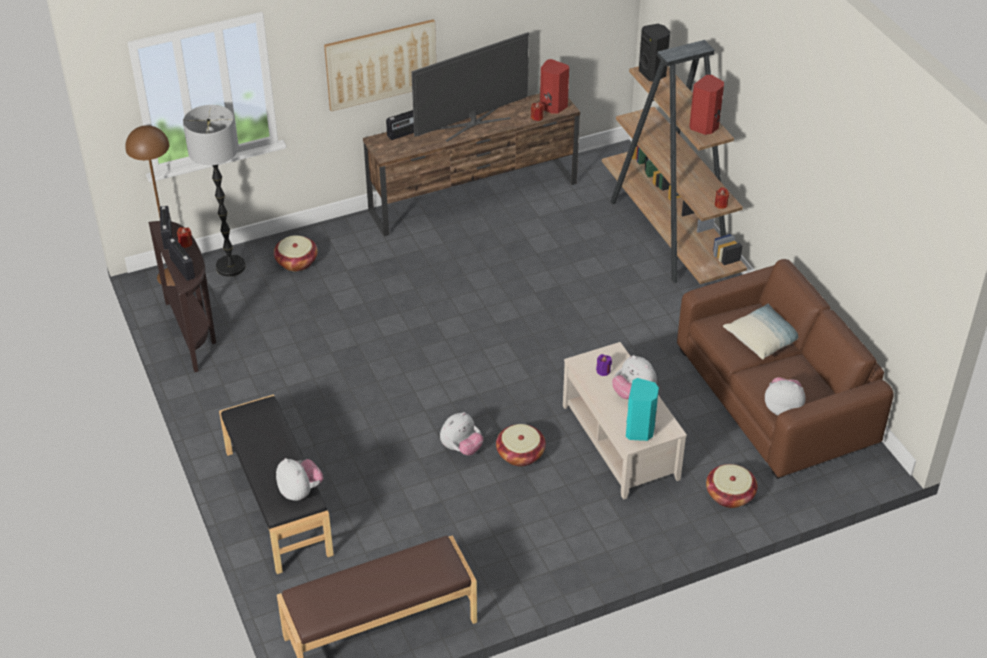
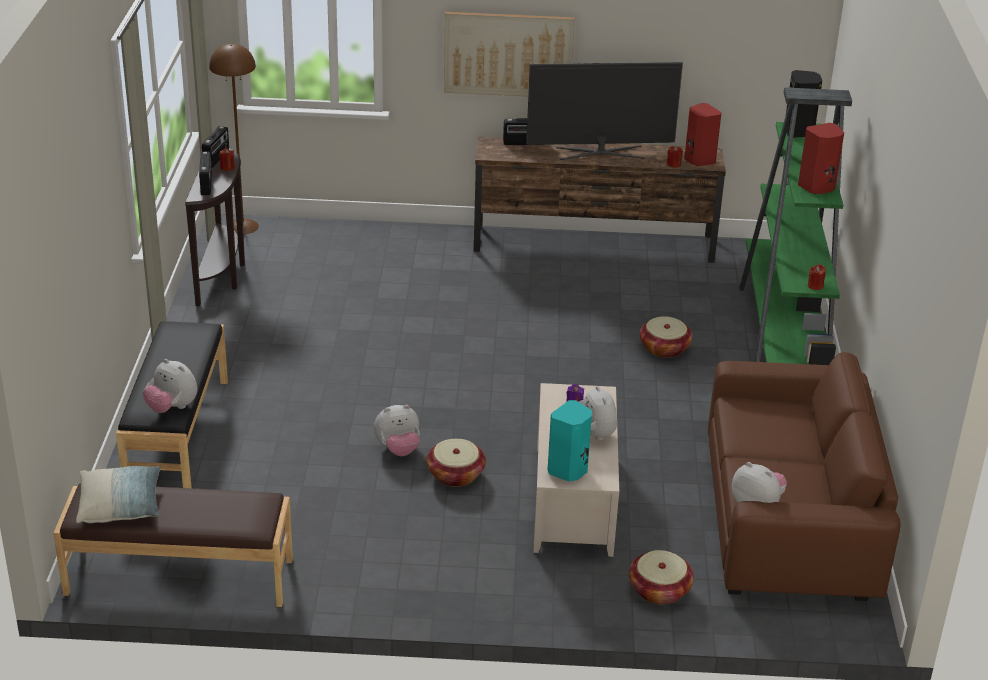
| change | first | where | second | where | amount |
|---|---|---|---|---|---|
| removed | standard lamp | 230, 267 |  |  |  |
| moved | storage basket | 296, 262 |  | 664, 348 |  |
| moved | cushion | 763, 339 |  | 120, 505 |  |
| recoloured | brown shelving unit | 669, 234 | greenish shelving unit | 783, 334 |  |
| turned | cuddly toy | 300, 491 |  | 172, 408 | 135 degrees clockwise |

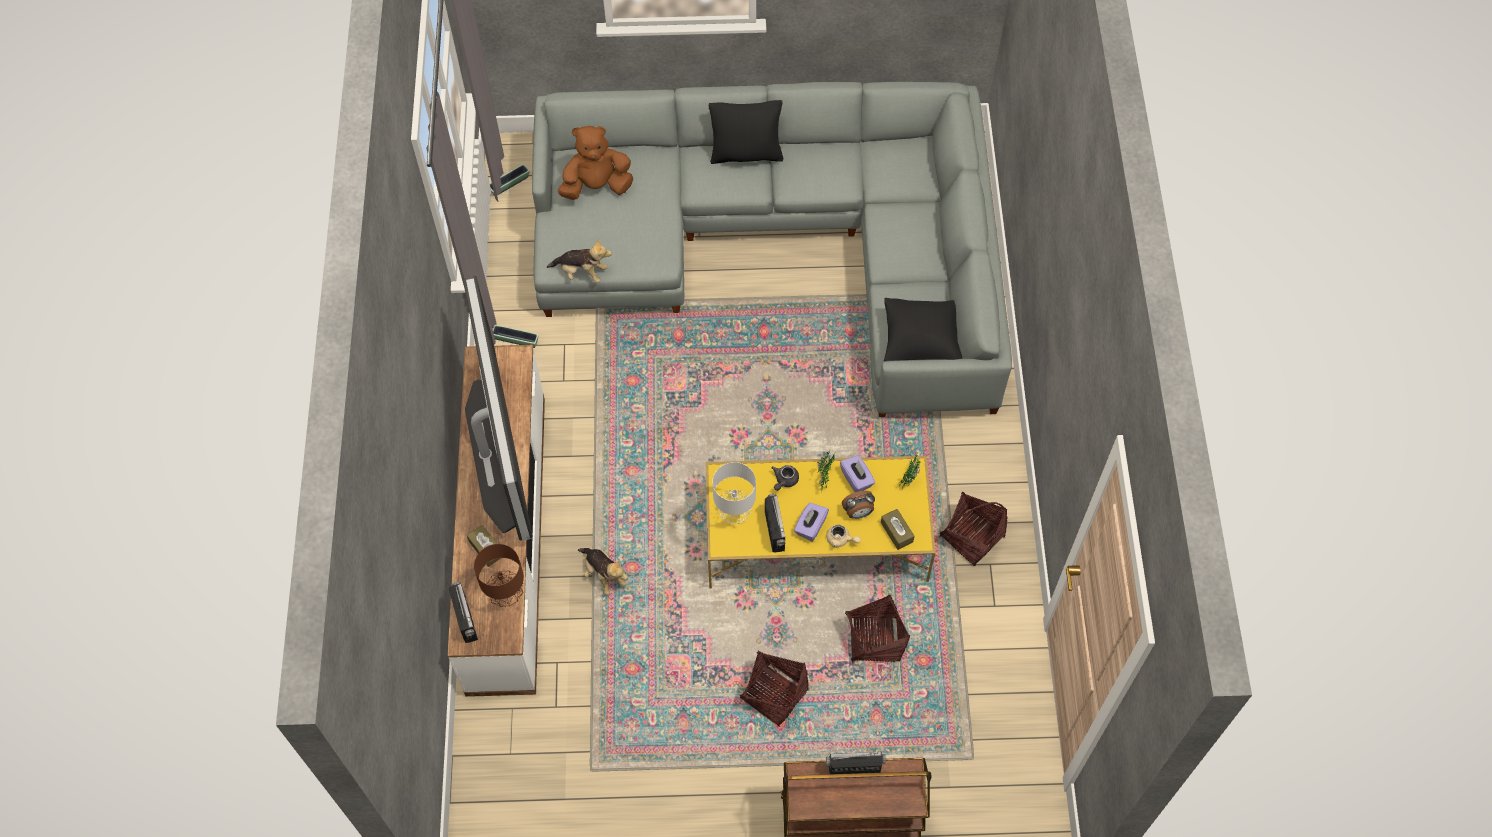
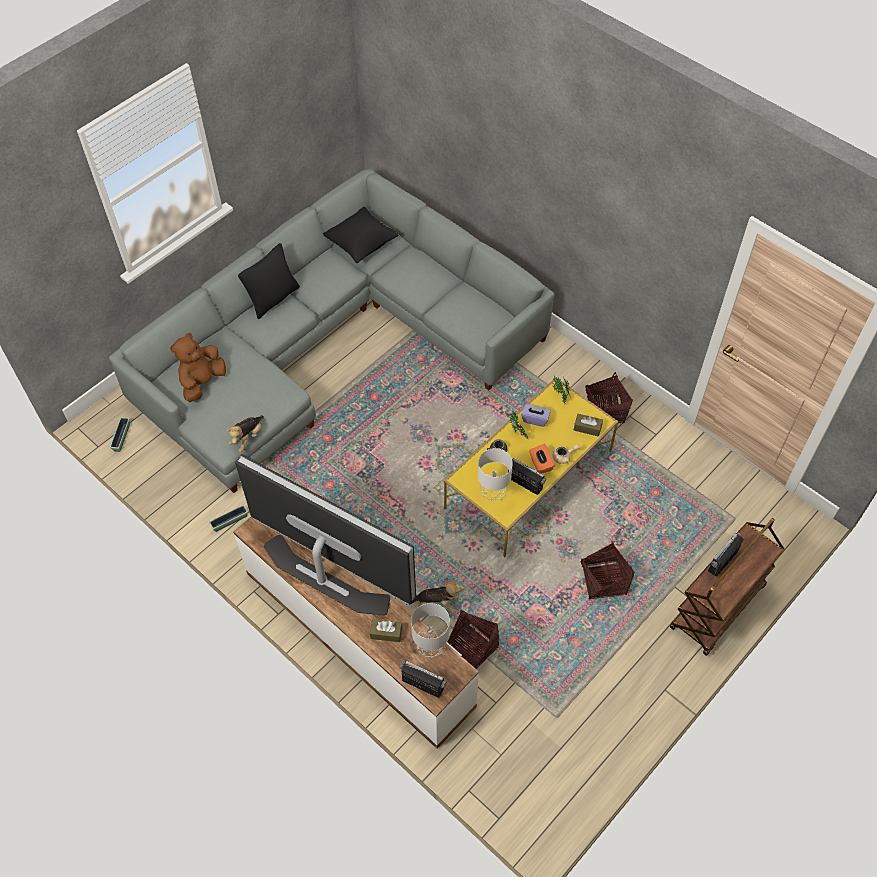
| change | first | where | second | where | amount |
|---|---|---|---|---|---|
| removed | table clock | 858, 512 |  |  |  |
| moved | storage basket | 875, 639 |  | 471, 647 |  |
| moved | black-coloured cushion | 921, 342 |  | 361, 245 |  |
| recoloured | brown table lamp | 506, 595 | grey table lamp | 430, 648 |  |
| recoloured | purple tissue holder | 810, 526 | orange tissue holder | 540, 464 |  |
| turned | cuddly toy | 581, 272 |  | 247, 438 | 150 degrees clockwise |

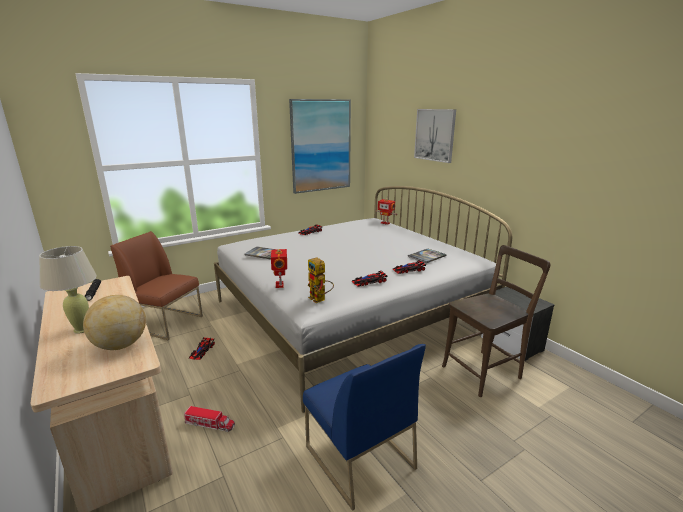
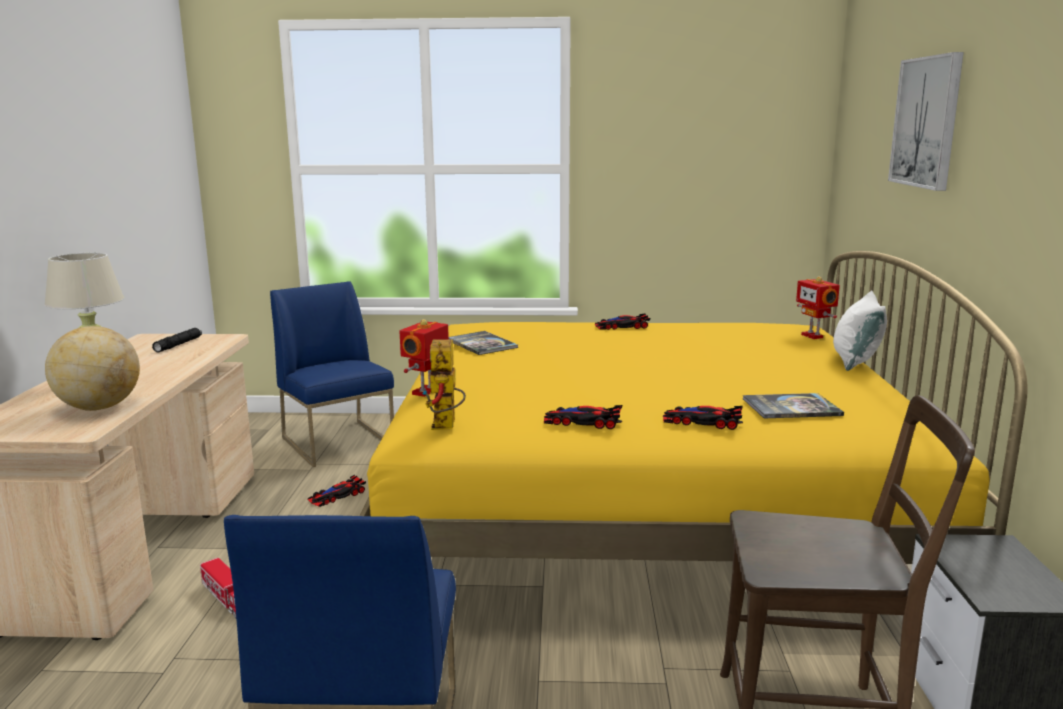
| change | first | where | second | where | amount |
|---|---|---|---|---|---|
| removed | picture | 321, 146 |  |  |  |
| added |  |  | whitish cushion | 855, 361 |  |
| recoloured | brown upright chair | 167, 322 | blue upright chair | 339, 442 |  |
| recoloured | whitish sleeping bed | 350, 313 | yellow-coloured sleeping bed | 645, 514 |  |

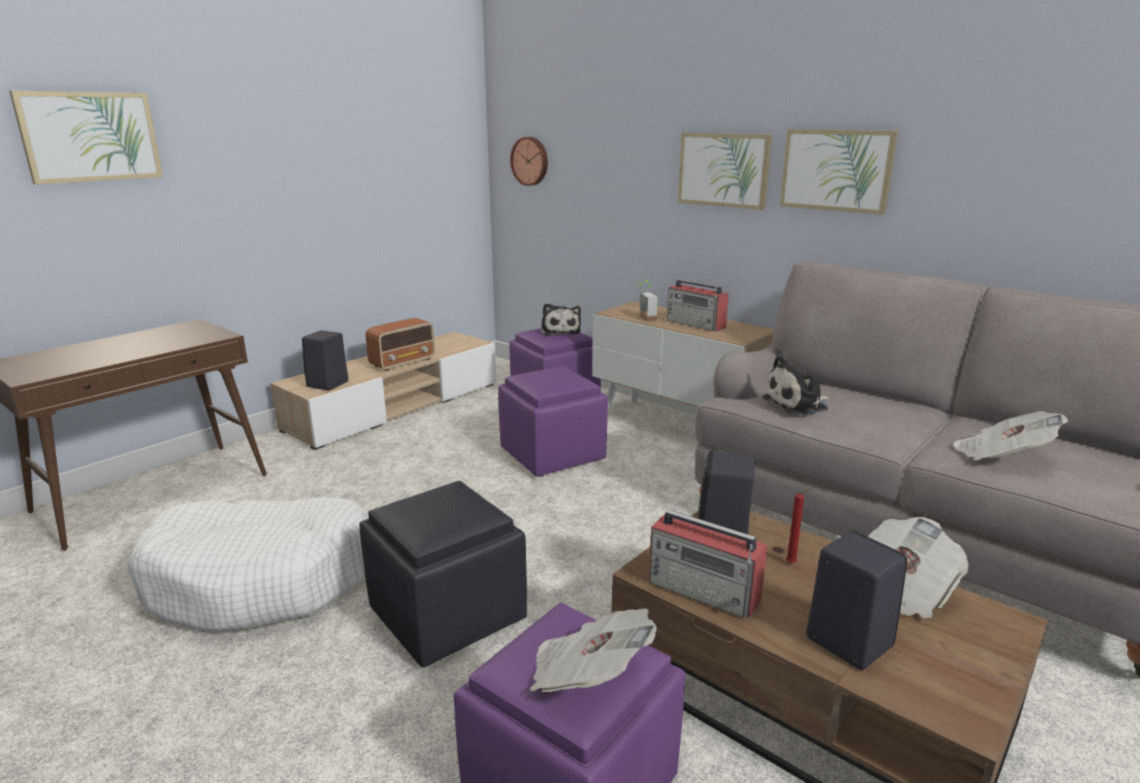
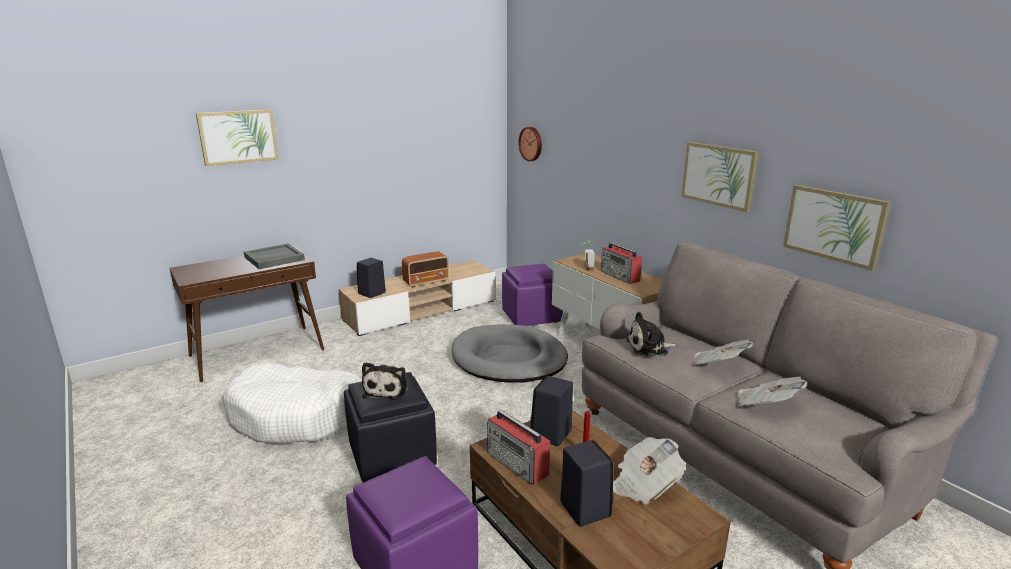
| change | first | where | second | where | amount |
|---|---|---|---|---|---|
| added |  |  | grey tray | 274, 259 |  |
| moved | newspaper | 588, 676 |  | 718, 365 |  |
| moved | cuddly toy | 560, 331 |  | 387, 390 |  |
| moved | picture | 723, 170 |  | 834, 225 |  |
| replaced | purple pouffe | 553, 455 | grey pet bed | 509, 358 |  |

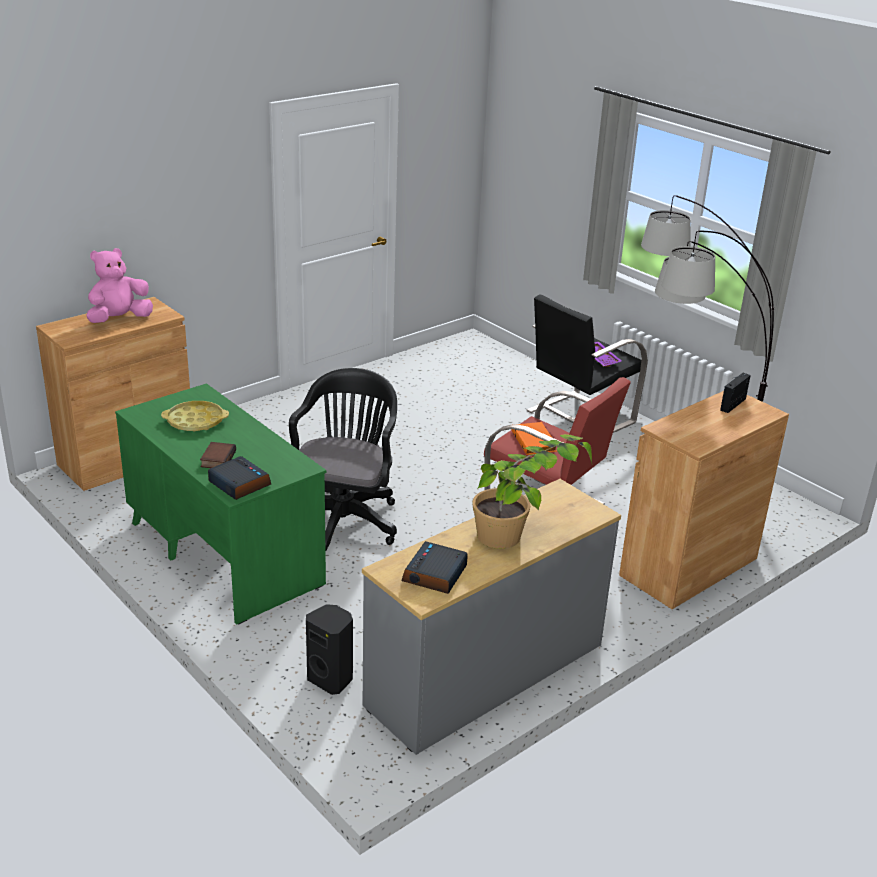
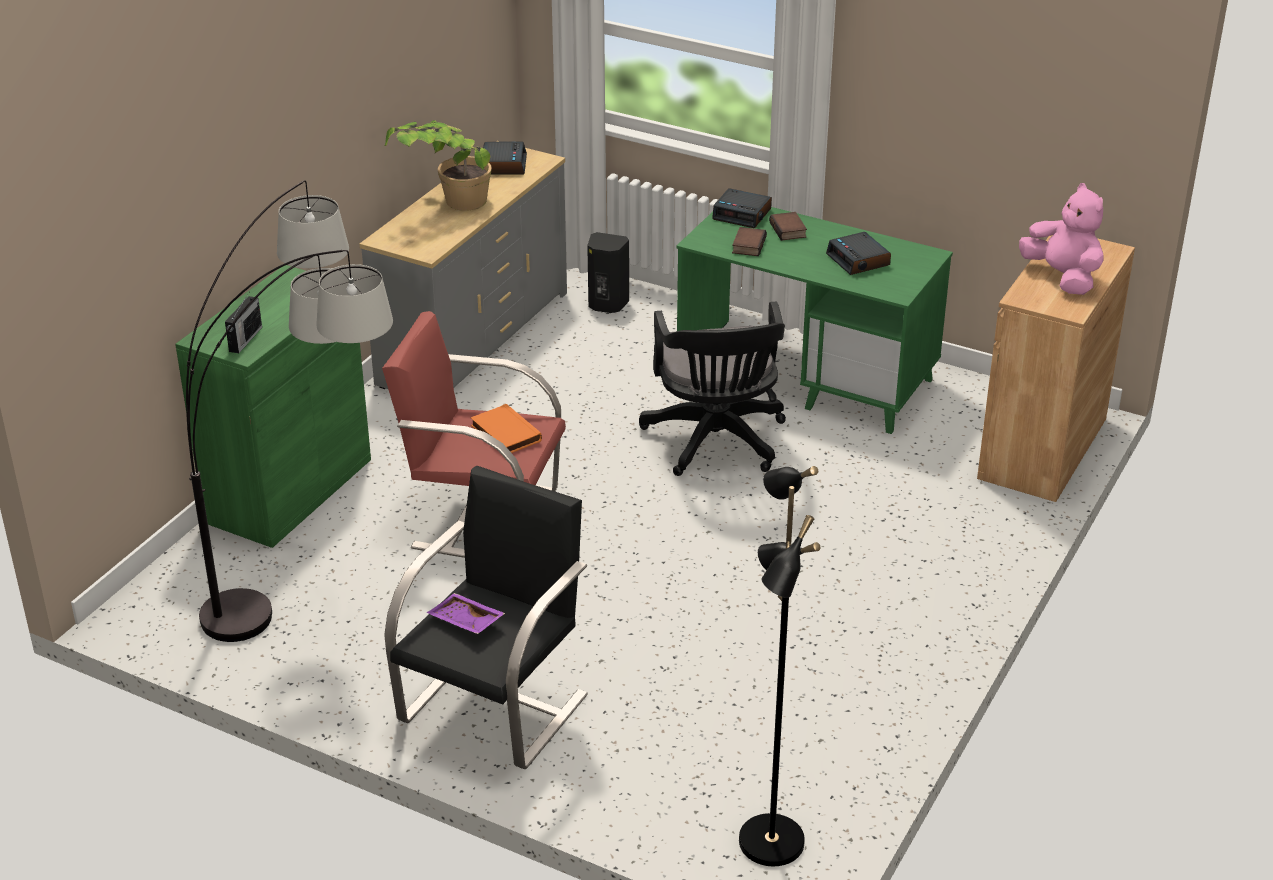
| change | first | where | second | where | amount |
|---|---|---|---|---|---|
| added |  |  | bound book | 747, 245 |  |
| added |  |  | black-coloured standard lamp | 769, 841 |  |
| replaced | yellow-coloured tray | 195, 421 | table clock | 859, 260 |  |
| recoloured | brown storage cabinet | 689, 567 | greenish storage cabinet | 289, 490 |  |
| turned | pinkish cuddly toy | 119, 319 |  | 1062, 278 | 60 degrees counterclockwise |

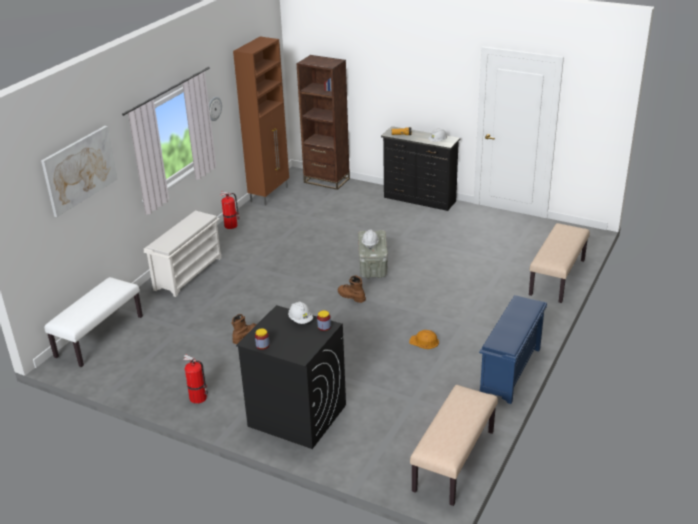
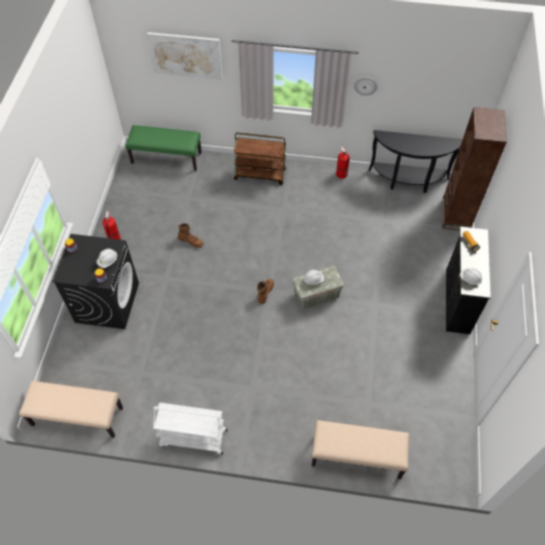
| change | first | where | second | where | amount |
|---|---|---|---|---|---|
| removed | orange work helmet | 424, 341 |  |  |  |
| replaced | whitish shoe rack | 188, 273 | brown trolley | 260, 174 |  |
| replaced | brown storage cabinet | 270, 194 | black-coloured hall table | 408, 181 |  |
| replaced | blue shoe rack | 511, 372 | whitish trolley | 193, 438 |  |
| recoloured | whitish bench | 99, 336 | greenish bench | 166, 158 |  |

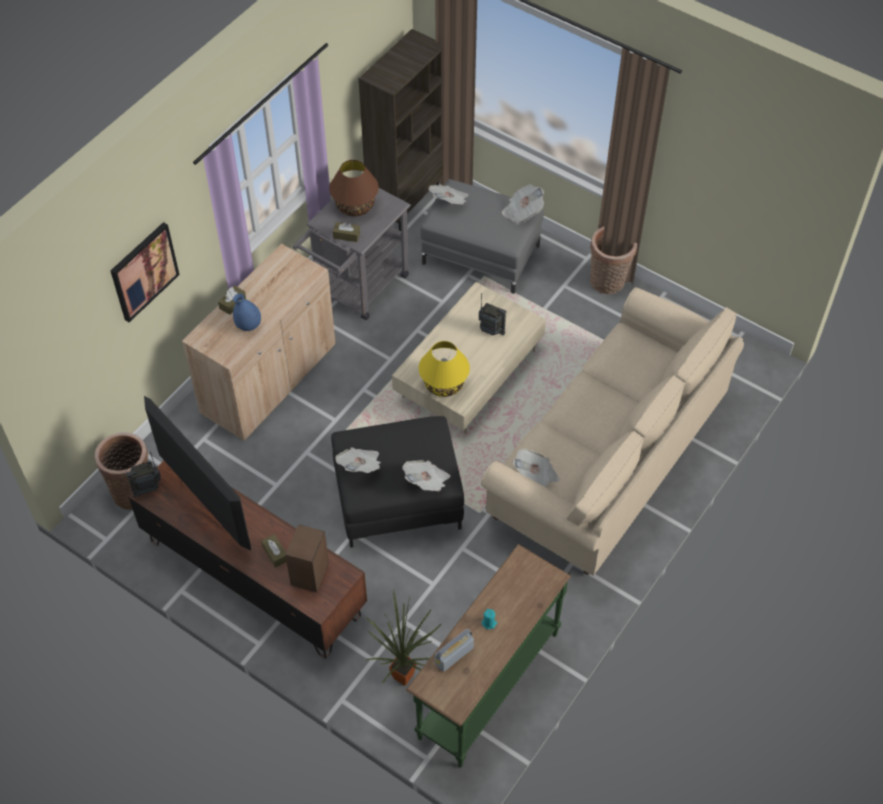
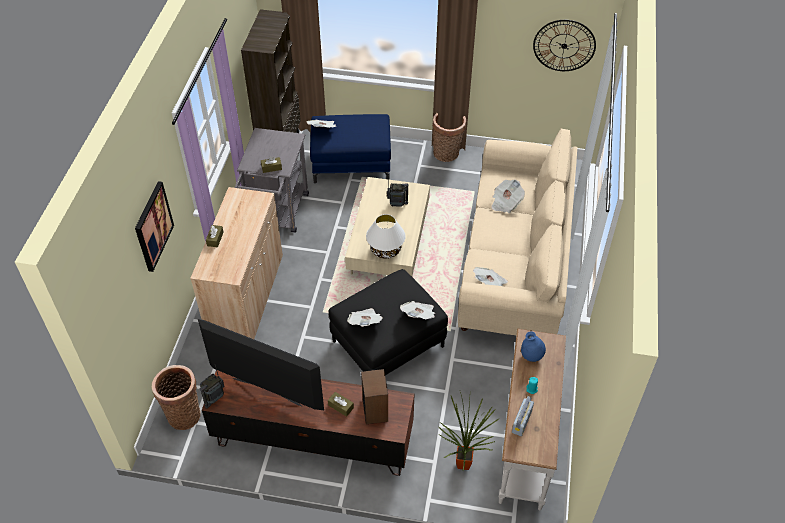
| change | first | where | second | where | amount |
|---|---|---|---|---|---|
| removed | brown table lamp | 355, 206 |  |  |  |
| added |  |  | clock on the wall | 564, 45 |  |
| moved | blue flower vase | 248, 326 |  | 531, 356 |  |
| moved | newspaper | 522, 212 |  | 505, 202 |  |
| recoloured | greenish hall table | 487, 684 | whitish hall table | 524, 444 |  |
| recoloured | yellow-coloured table lamp | 443, 384 | whitish table lamp | 385, 250 |  |
| recoloured | grey pouffe | 481, 254 | blue pouffe | 351, 164 |  |

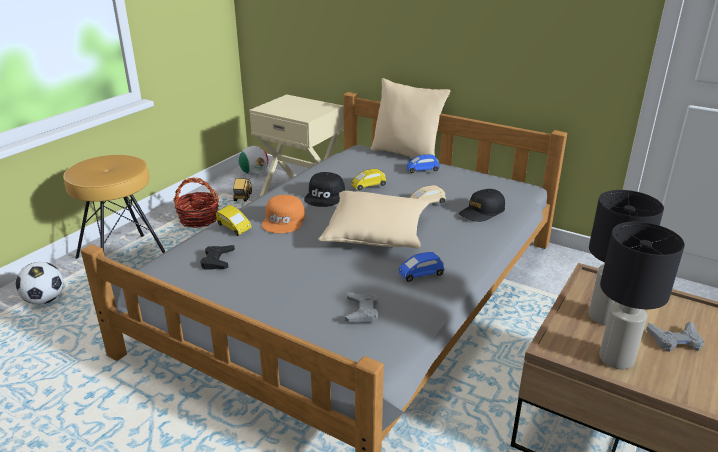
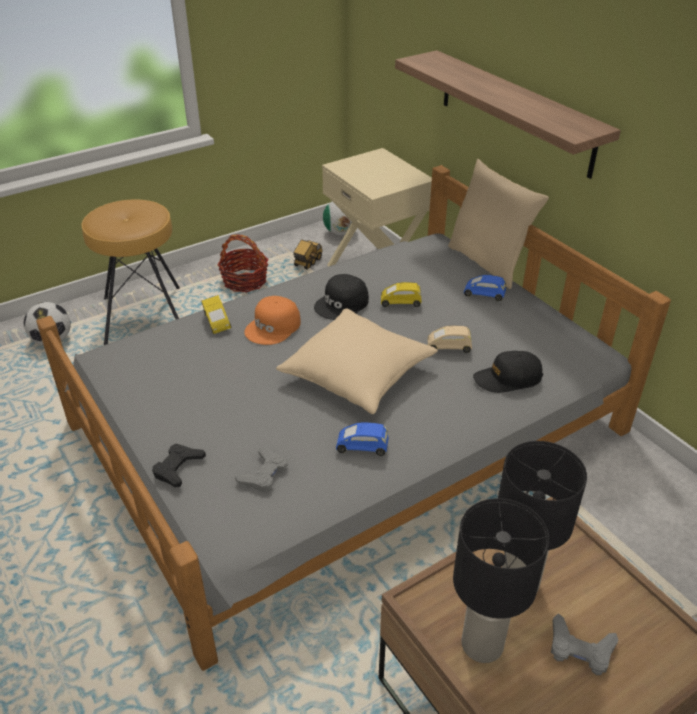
| change | first | where | second | where | amount |
|---|---|---|---|---|---|
| added |  |  | bracket shelf | 515, 112 |  |
| moved | black-coloured joypad | 217, 261 |  | 178, 468 |  |

